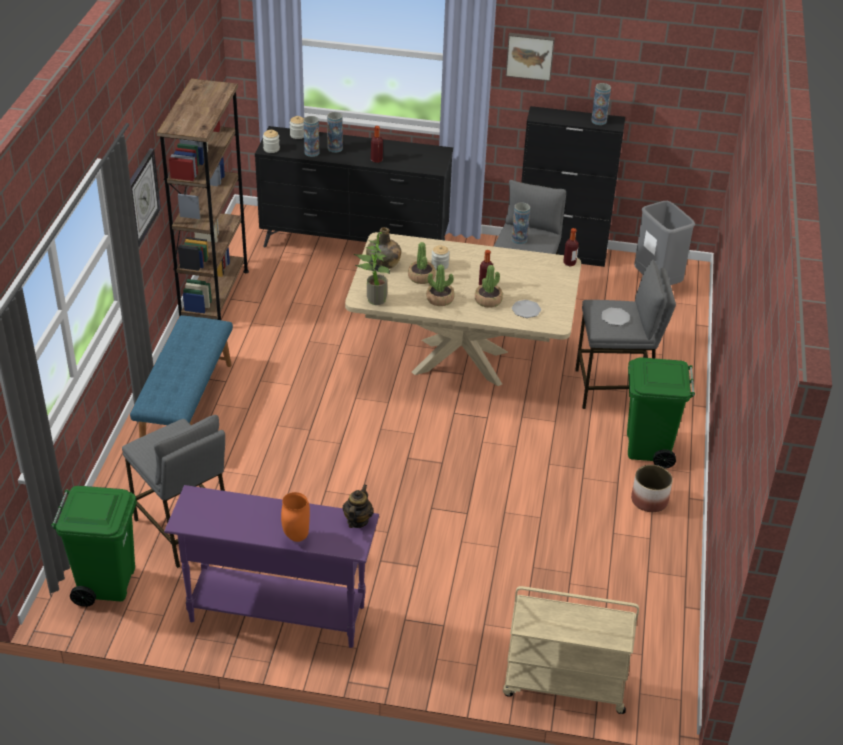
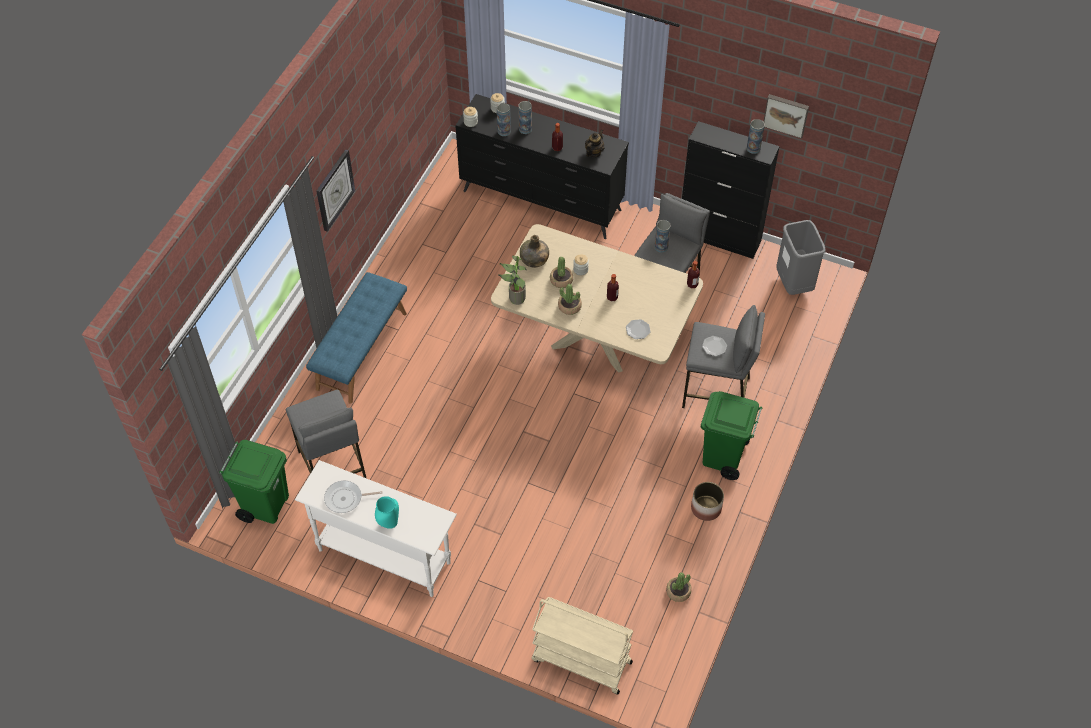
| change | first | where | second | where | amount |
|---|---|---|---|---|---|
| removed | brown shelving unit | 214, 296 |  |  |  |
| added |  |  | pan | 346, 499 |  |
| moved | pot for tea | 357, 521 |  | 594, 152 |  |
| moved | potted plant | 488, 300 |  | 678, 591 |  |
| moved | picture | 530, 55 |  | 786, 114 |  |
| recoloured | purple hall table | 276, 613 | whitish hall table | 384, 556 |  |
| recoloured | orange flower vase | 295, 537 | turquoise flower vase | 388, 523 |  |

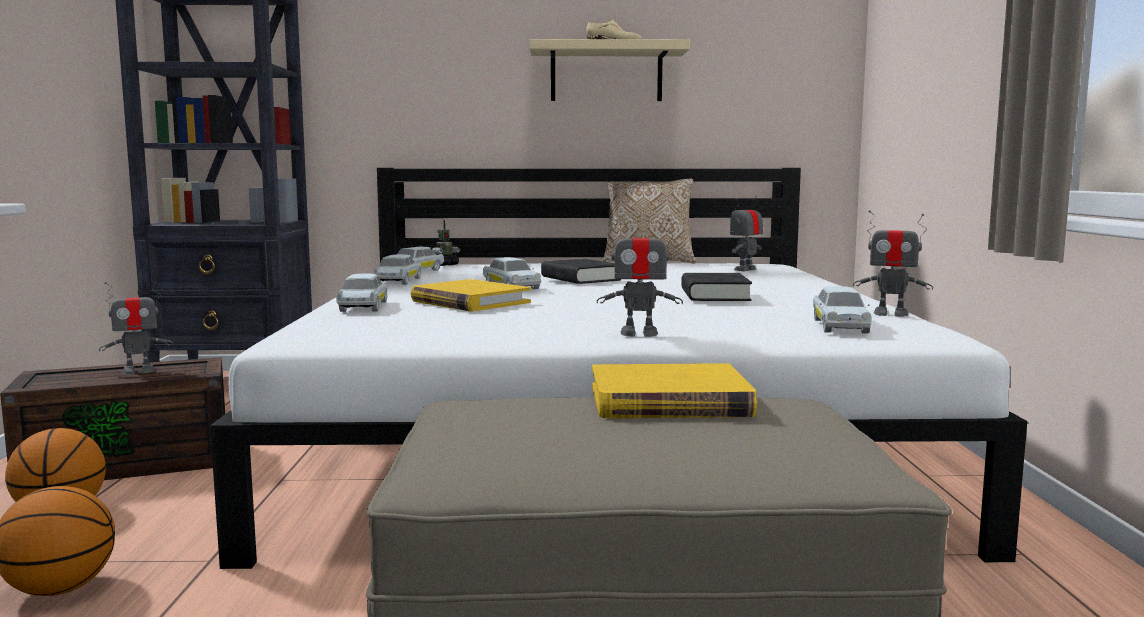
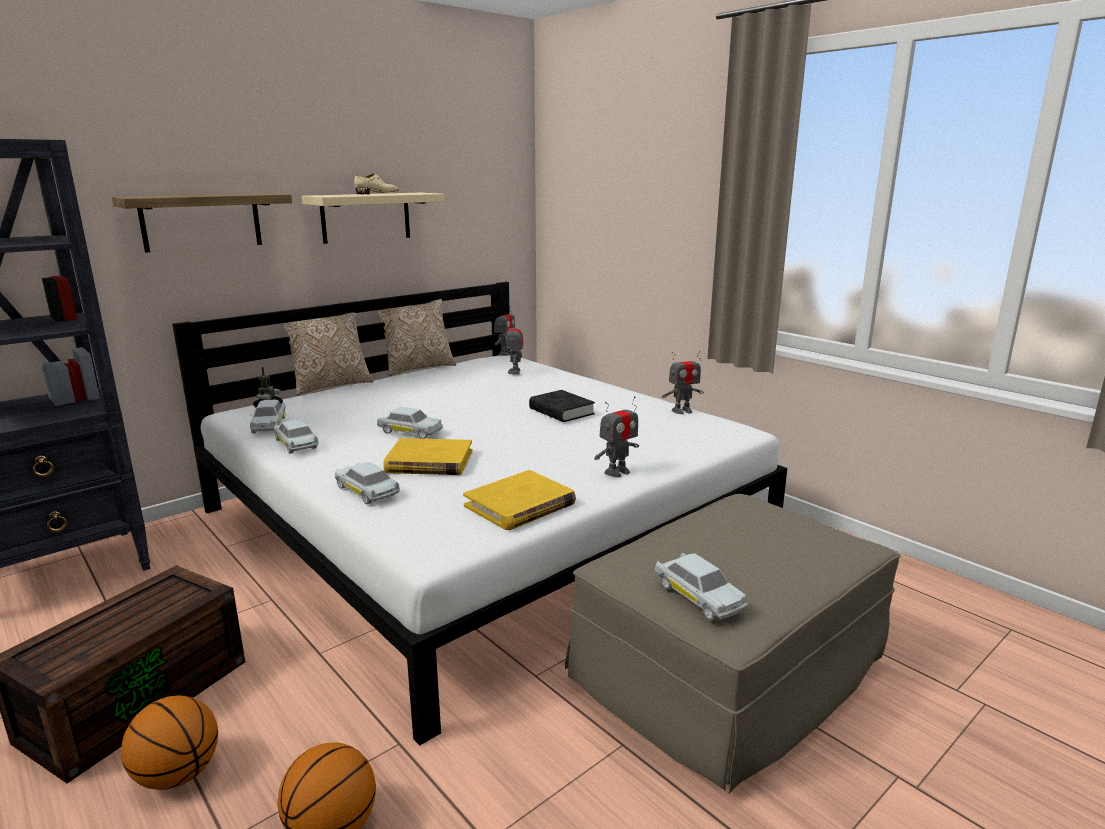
| change | first | where | second | where | amount |
|---|---|---|---|---|---|
| removed | black-coloured bound book | 580, 278 |  |  |  |
| added |  |  | bracket shelf | 201, 221 |  |
| added |  |  | cushion | 331, 386 |  |
| moved | model robot | 138, 371 |  | 505, 353 |  |
| moved | yellow-coloured bound book | 669, 401 |  | 520, 505 |  |
| moved | whitish toy car | 840, 326 |  | 698, 596 |  |

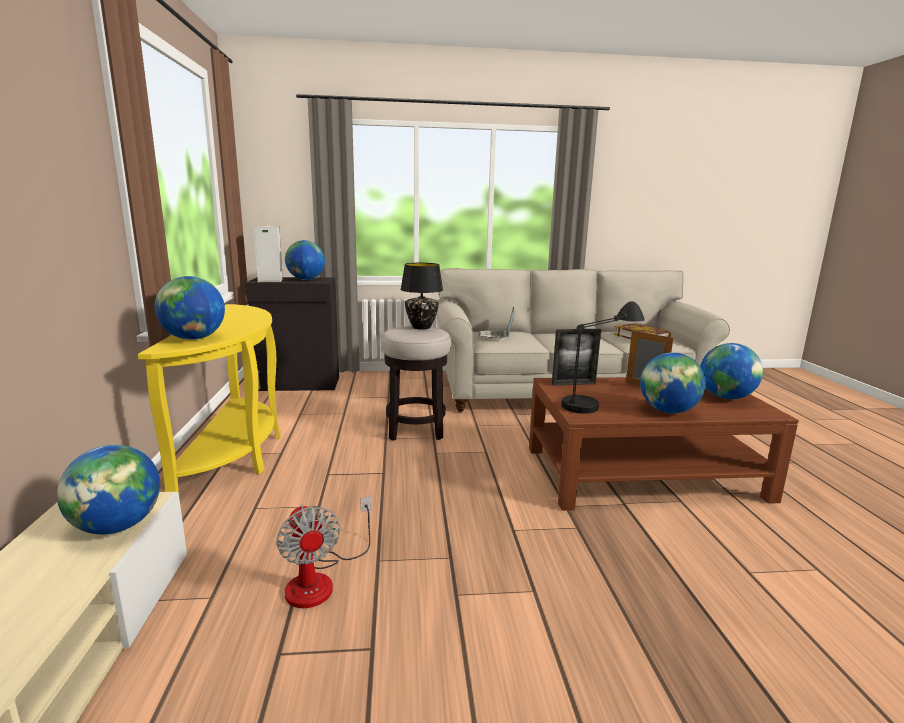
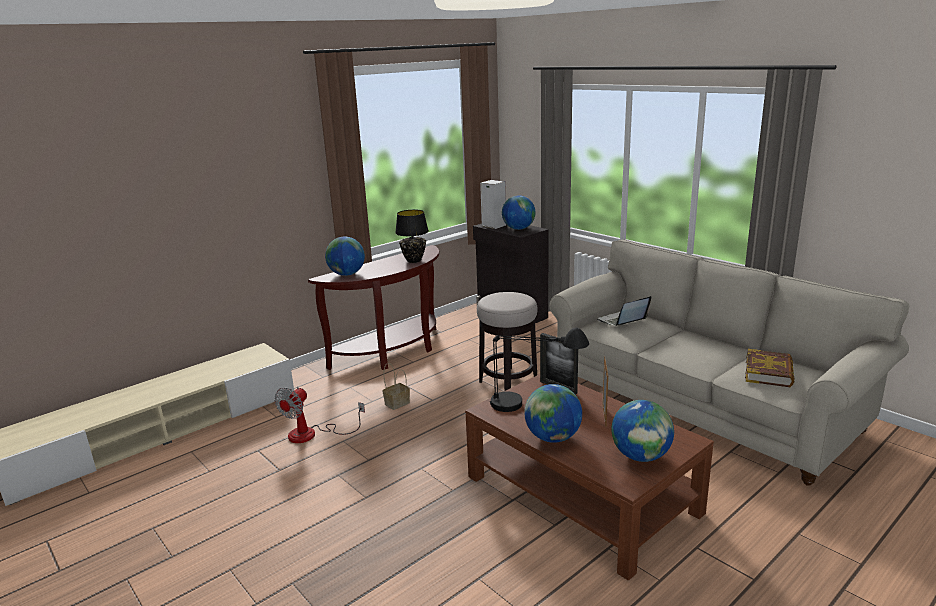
| change | first | where | second | where | amount |
|---|---|---|---|---|---|
| removed | world globe | 117, 526 |  |  |  |
| added |  |  | storage basket | 397, 403 |  |
| moved | black-coloured table lamp | 421, 327 |  | 413, 260 |  |
| recoloured | yellow-coloured hall table | 236, 454 | brown hall table | 393, 353 |  |

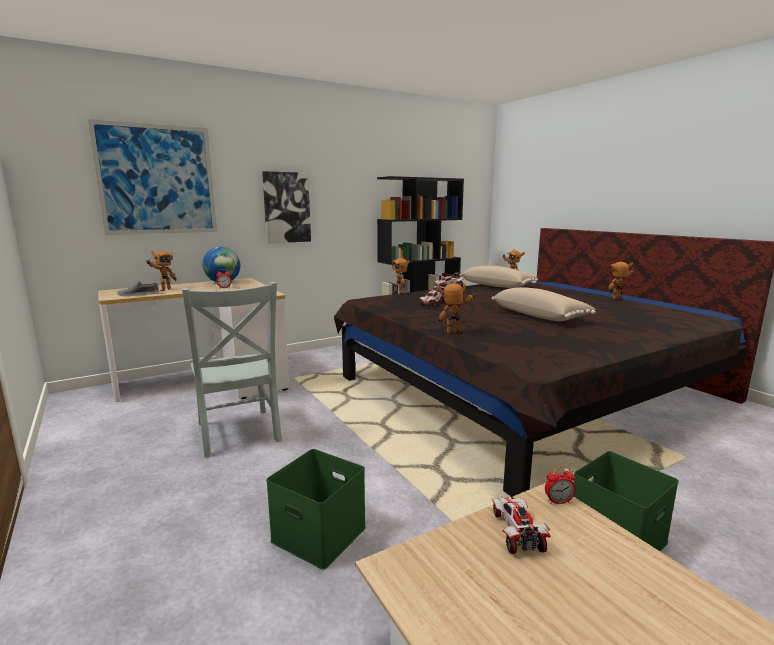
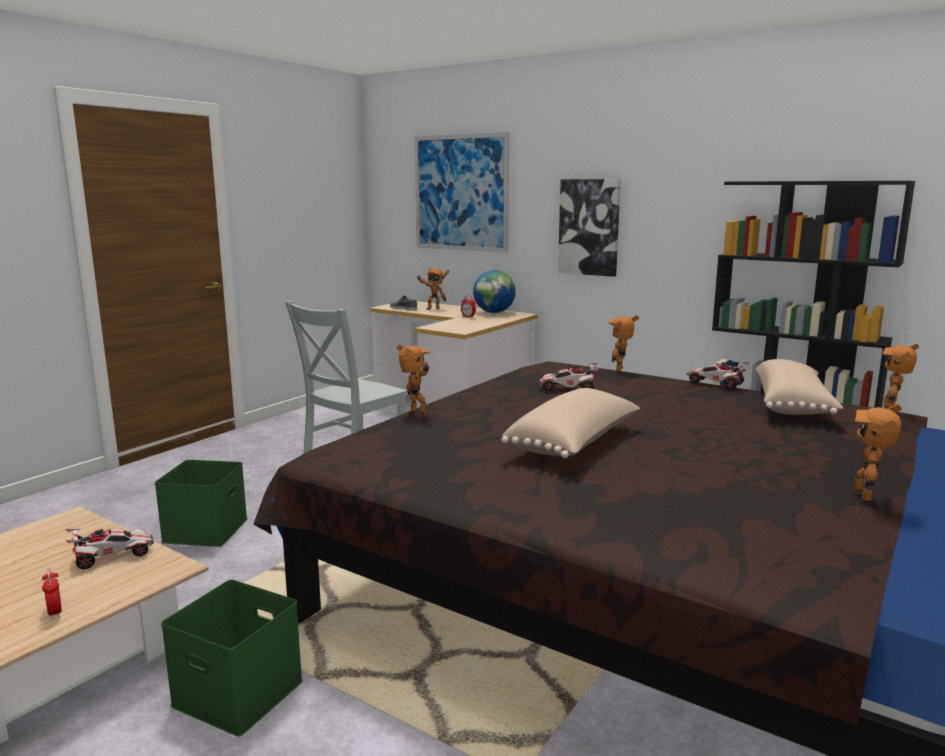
| change | first | where | second | where | amount |
|---|---|---|---|---|---|
| moved | table clock | 558, 501 |  | 55, 612 |  |
| turned | model robot | 618, 299 |  | 866, 496 | 120 degrees counterclockwise |

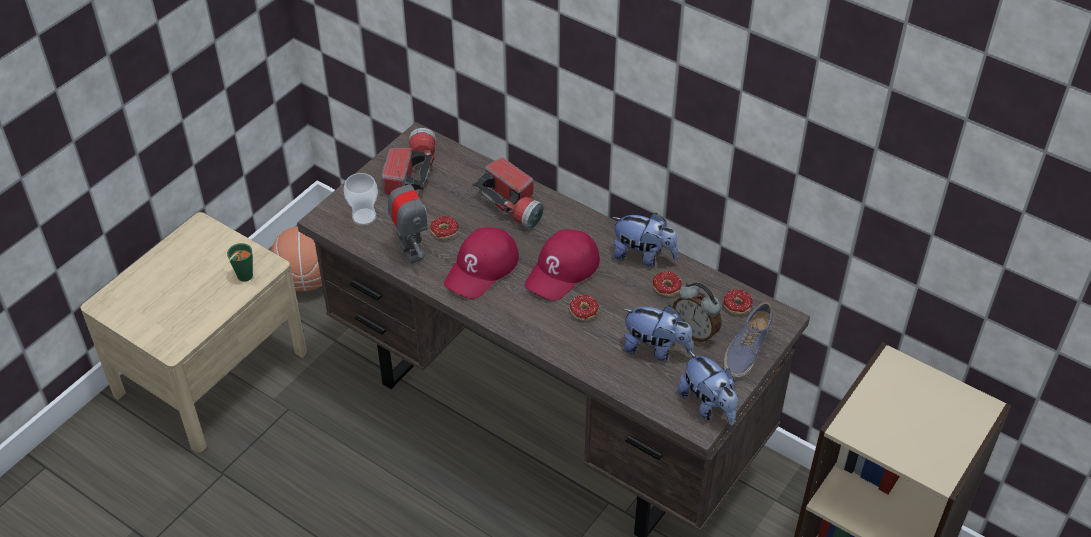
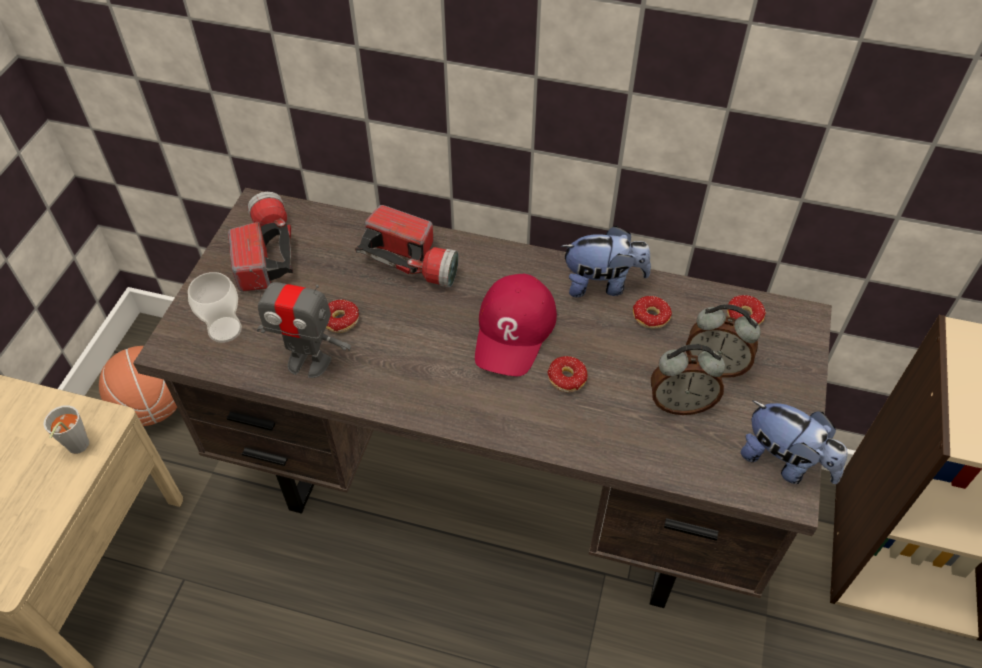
| change | first | where | second | where | amount |
|---|---|---|---|---|---|
| removed | red baseball cap | 482, 268 |  |  |  |
| removed | low shoe | 746, 349 |  |  |  |
| replaced | cuddly toy | 655, 349 | table clock | 680, 403 |  |
| recoloured | greenish drinking cup | 242, 278 | grey drinking cup | 76, 449 |  |
| turned | model robot | 411, 253 |  | 308, 362 | 150 degrees clockwise |

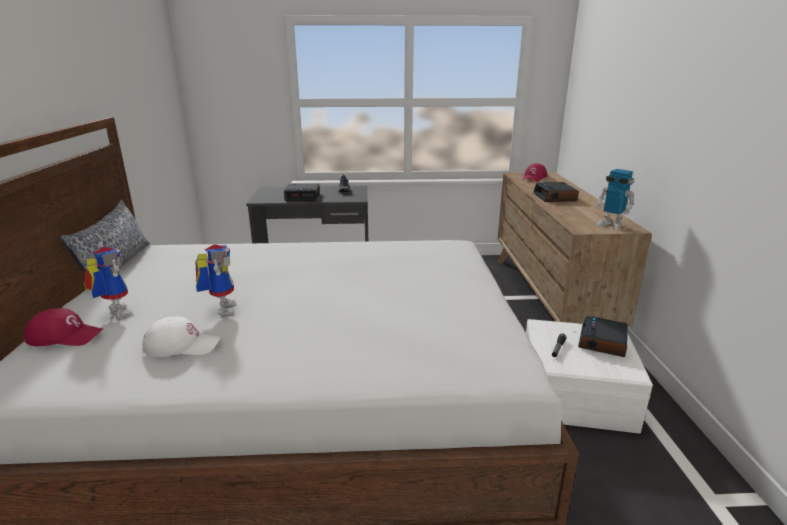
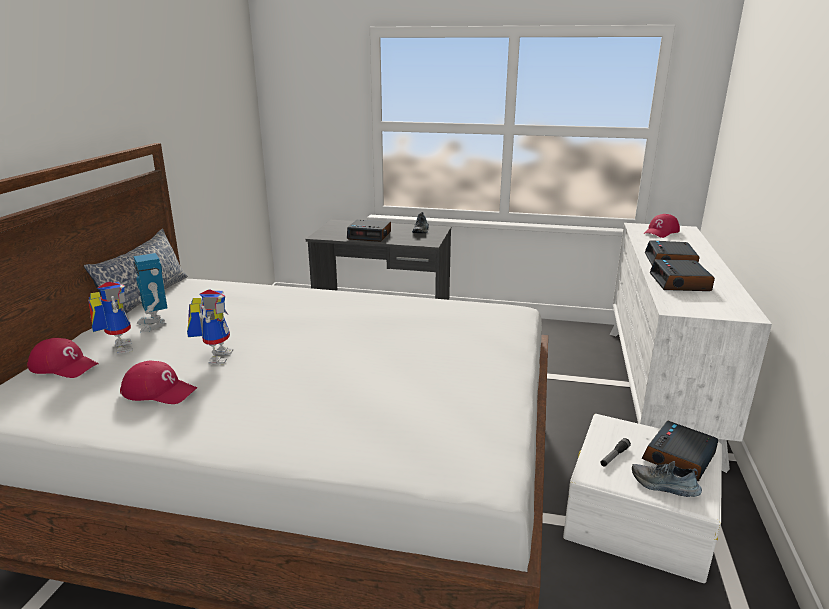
| change | first | where | second | where | amount |
|---|---|---|---|---|---|
| added |  |  | low shoe | 664, 486 |  |
| added |  |  | table clock | 680, 282 |  |
| moved | model robot | 610, 225 |  | 154, 324 |  |
| recoloured | whitish baseball cap | 182, 345 | red baseball cap | 159, 391 |  |
| recoloured | brown dresser | 549, 298 | whitish dresser | 658, 389 |  |

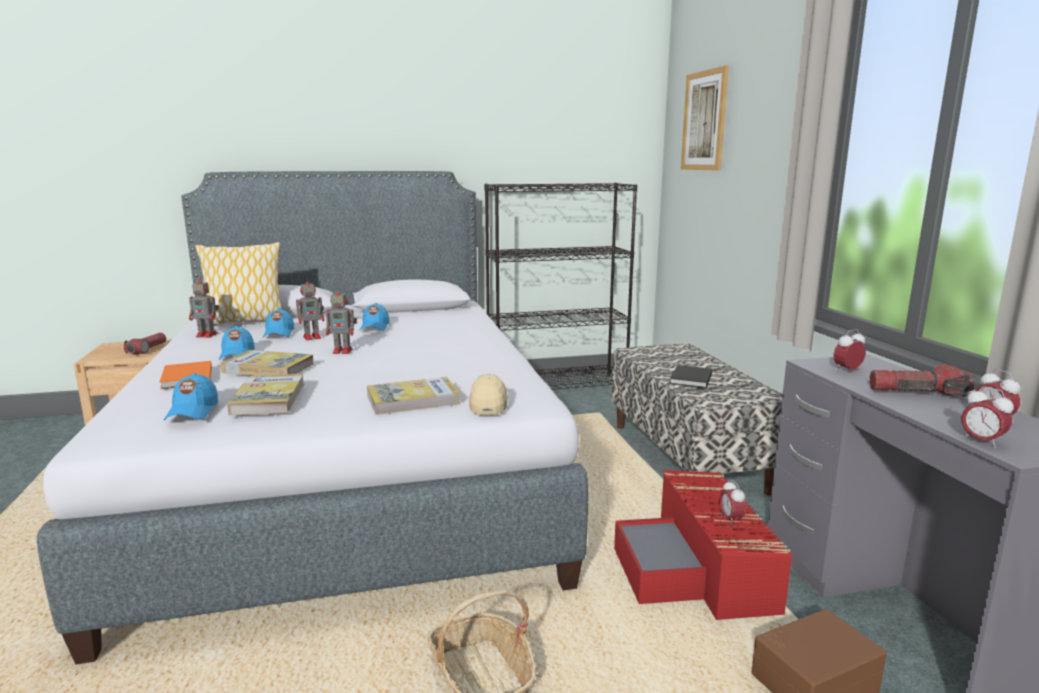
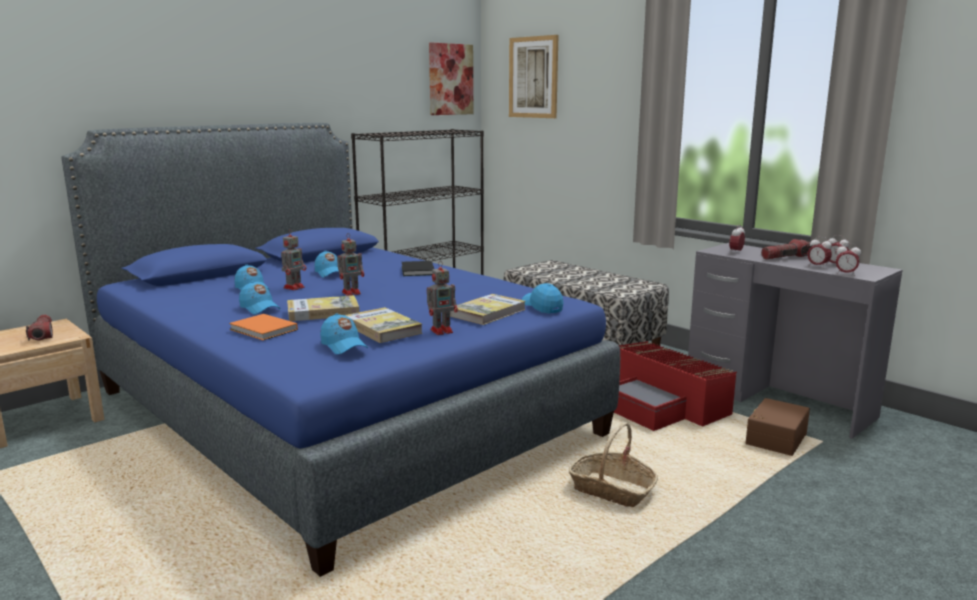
| change | first | where | second | where | amount |
|---|---|---|---|---|---|
| removed | cushion | 244, 322 |  |  |  |
| added |  |  | picture | 450, 79 |  |
| moved | model robot | 207, 335 |  | 442, 331 |  |
| moved | black-coloured bound book | 690, 379 |  | 417, 271 |  |
| moved | table clock | 730, 519 |  | 817, 266 |  |
| recoloured | grey sleeping bed | 348, 473 | blue sleeping bed | 338, 411 |  |
| recoloured | sand-coloured baseball cap | 489, 404 | blue baseball cap | 542, 306 |  |

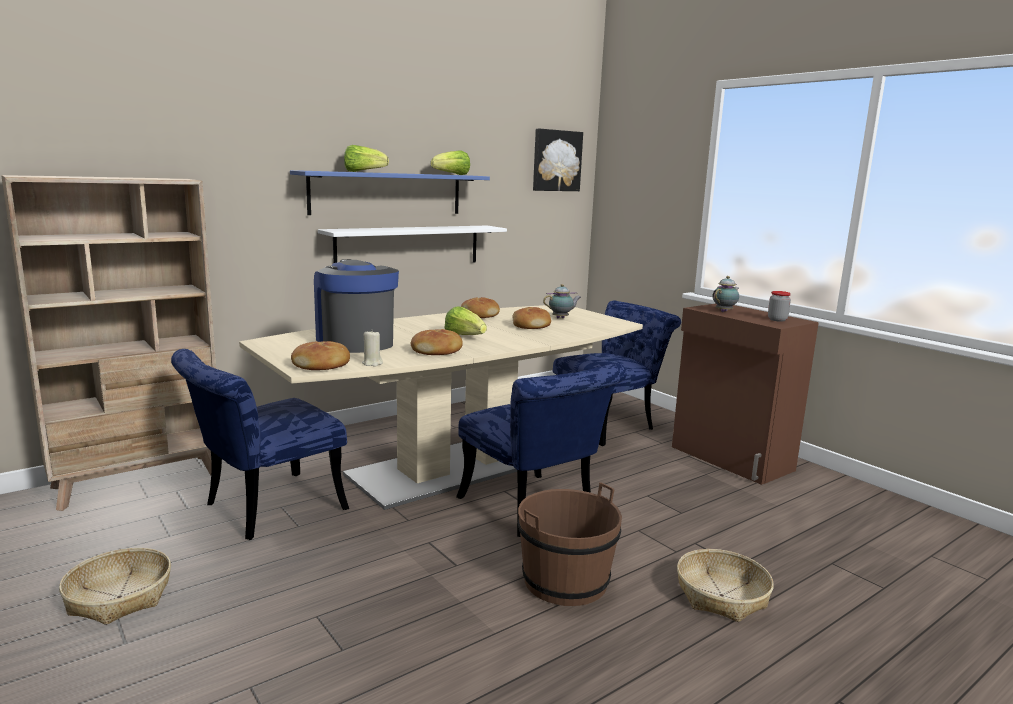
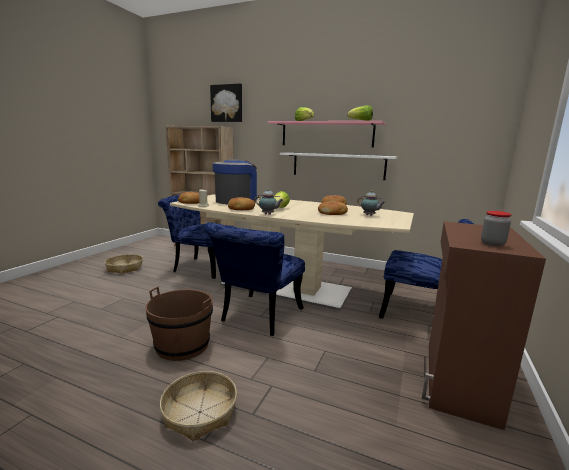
| change | first | where | second | where | amount |
|---|---|---|---|---|---|
| moved | picture | 556, 160 |  | 227, 103 |  |
| moved | pot for tea | 724, 311 |  | 268, 214 |  |
| recoloured | blue bracket shelf | 387, 193 | pinkish bracket shelf | 326, 134 |  |

